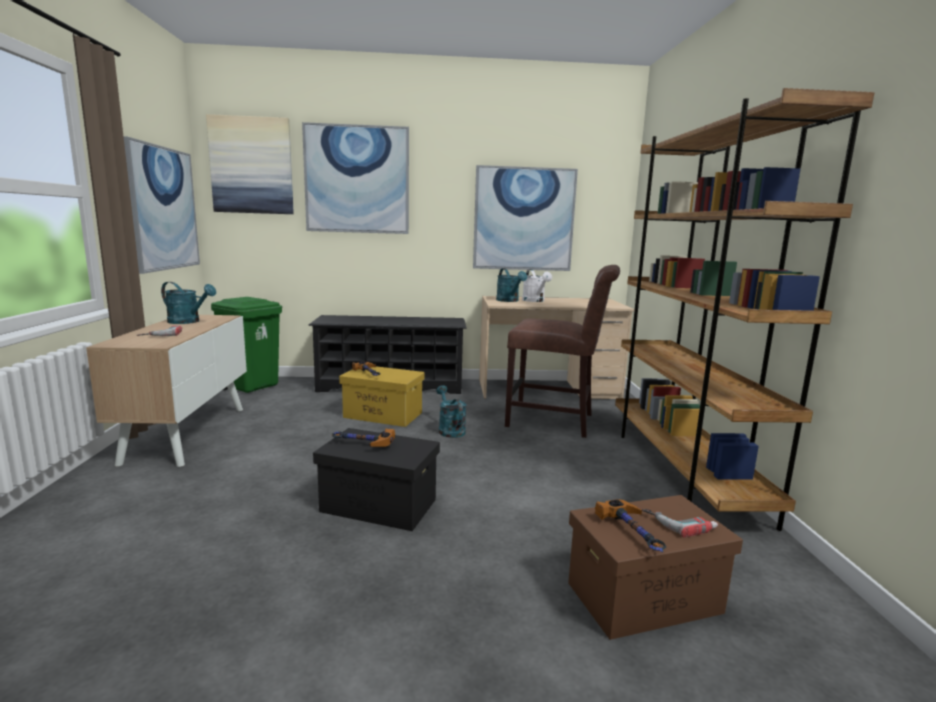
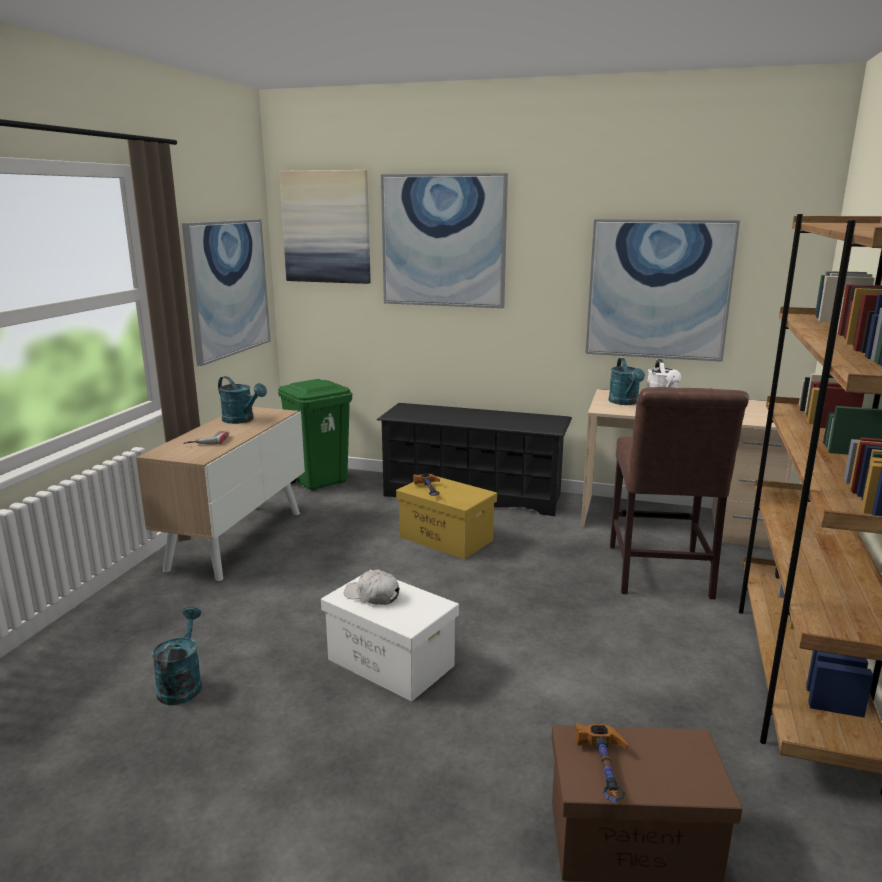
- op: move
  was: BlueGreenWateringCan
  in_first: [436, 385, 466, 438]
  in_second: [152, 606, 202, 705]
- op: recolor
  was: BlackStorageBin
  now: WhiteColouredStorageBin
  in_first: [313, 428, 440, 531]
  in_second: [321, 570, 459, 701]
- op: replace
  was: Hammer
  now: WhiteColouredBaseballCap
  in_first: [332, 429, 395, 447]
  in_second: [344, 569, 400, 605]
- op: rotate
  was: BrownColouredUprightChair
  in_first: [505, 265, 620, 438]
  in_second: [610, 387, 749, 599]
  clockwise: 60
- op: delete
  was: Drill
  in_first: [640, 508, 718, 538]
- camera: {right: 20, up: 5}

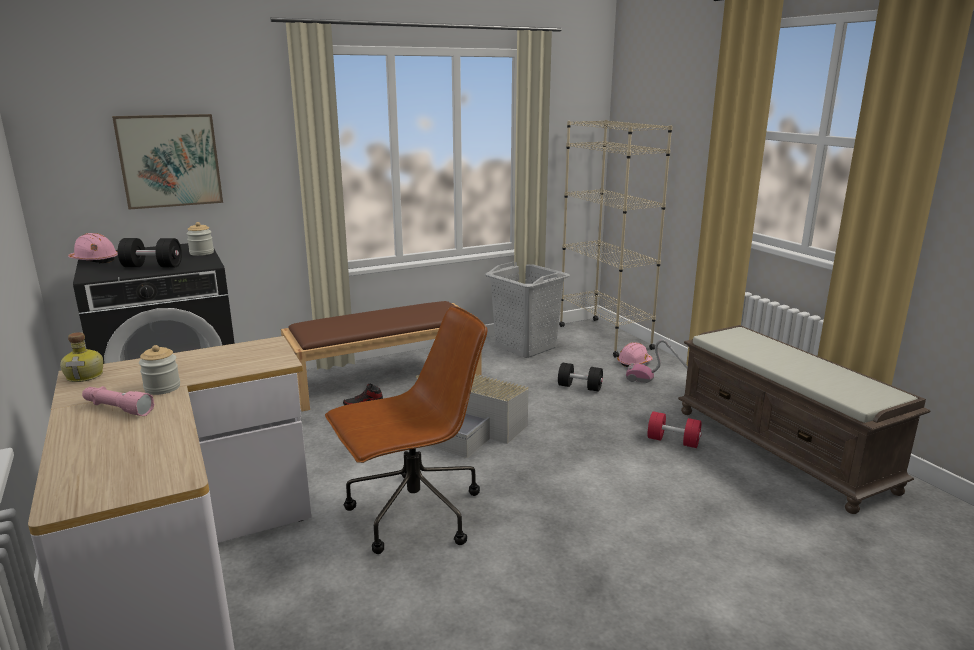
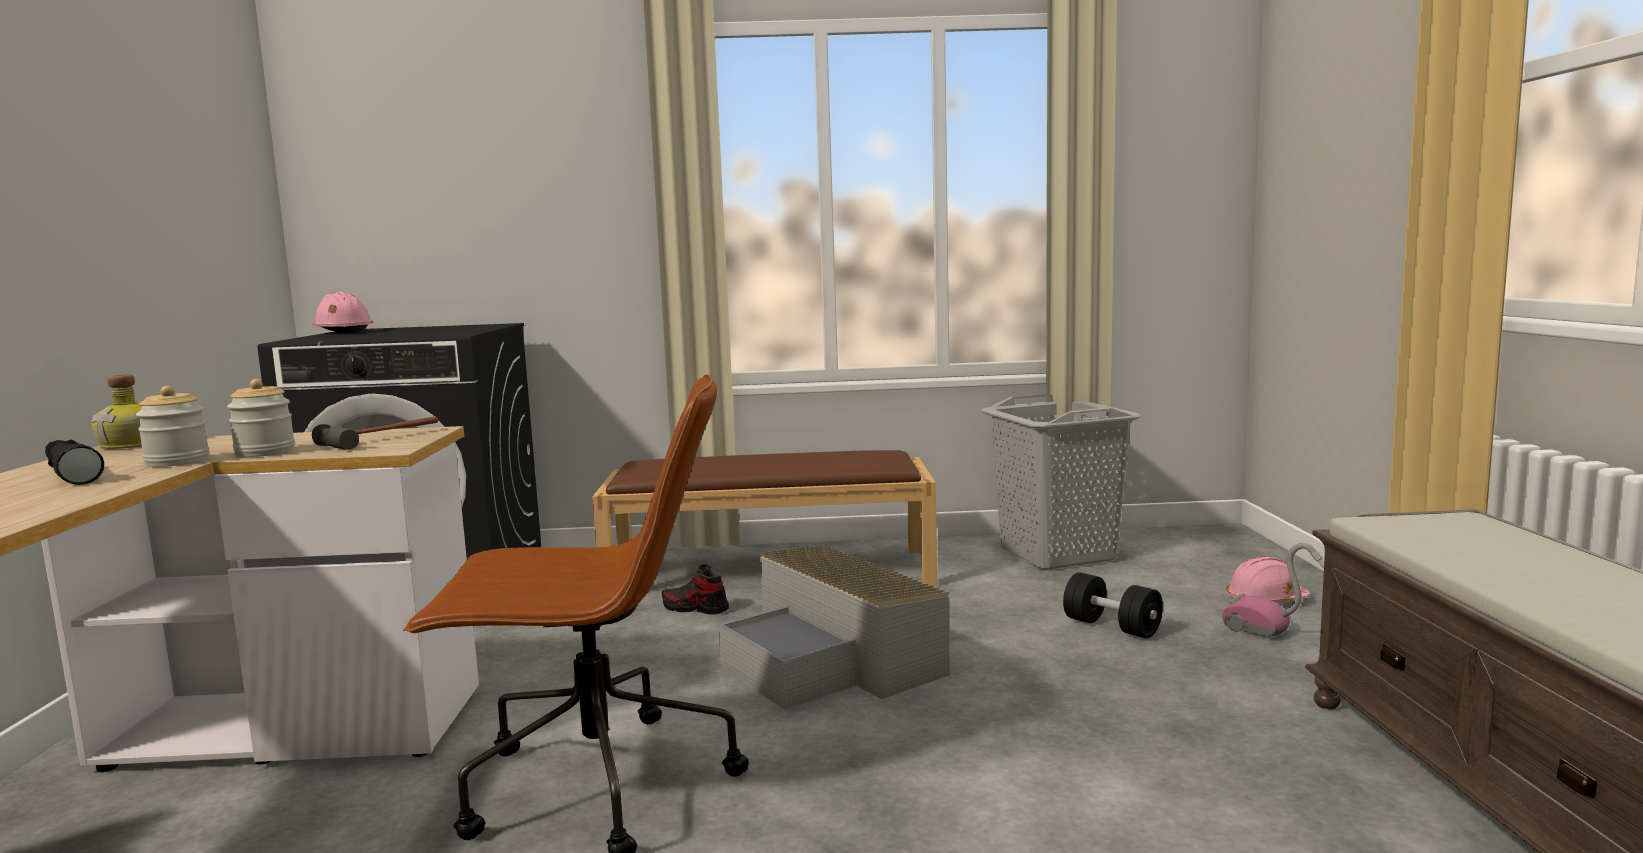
- op: recolor
  was: PinkTorch
  now: BlackTorch
  in_first: [82, 386, 154, 416]
  in_second: [45, 439, 104, 485]
- op: move
  was: Jar
  in_first: [186, 222, 214, 256]
  in_second: [227, 379, 295, 457]
- op: insert
  now: Hammer
  in_second: [312, 416, 438, 450]
- op: delete
  was: WallPicture
  in_first: [112, 114, 223, 210]
- op: delete
  was: BlackDumbbell
  in_first: [118, 238, 182, 267]
- op: delete
  was: BeigeColouredBookcase
  in_first: [559, 120, 672, 357]
- op: delete
  was: ReddishDumbbell
  in_first: [647, 411, 702, 448]
- camera: {right: 25, up: -10}

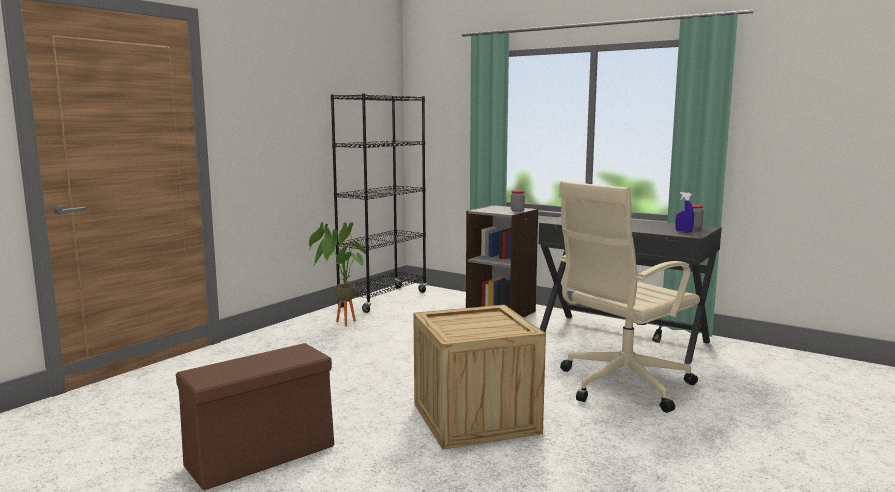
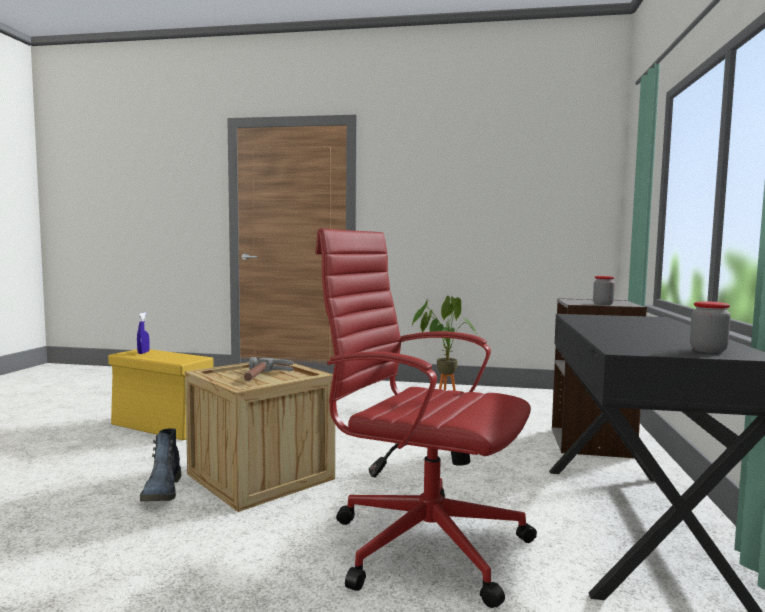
- op: recolor
  was: BrownColouredStorageBin
  now: YellowColouredStorageBin
  in_first: [176, 343, 334, 490]
  in_second: [108, 349, 214, 440]
- op: move
  was: BlueSprayBottle
  in_first: [675, 192, 694, 233]
  in_second: [137, 312, 150, 354]
- op: insert
  now: TallBoot
  in_second: [140, 428, 181, 501]
- op: insert
  now: Hammer
  in_second: [244, 357, 293, 381]
- op: recolor
  was: BeigeColouredDeskChair
  now: ReddishDeskChair
  in_first: [558, 181, 700, 413]
  in_second: [315, 228, 537, 608]
- op: delete
  was: BlackBookcase
  in_first: [331, 94, 427, 313]
- camera: {right: 65, up: -5}

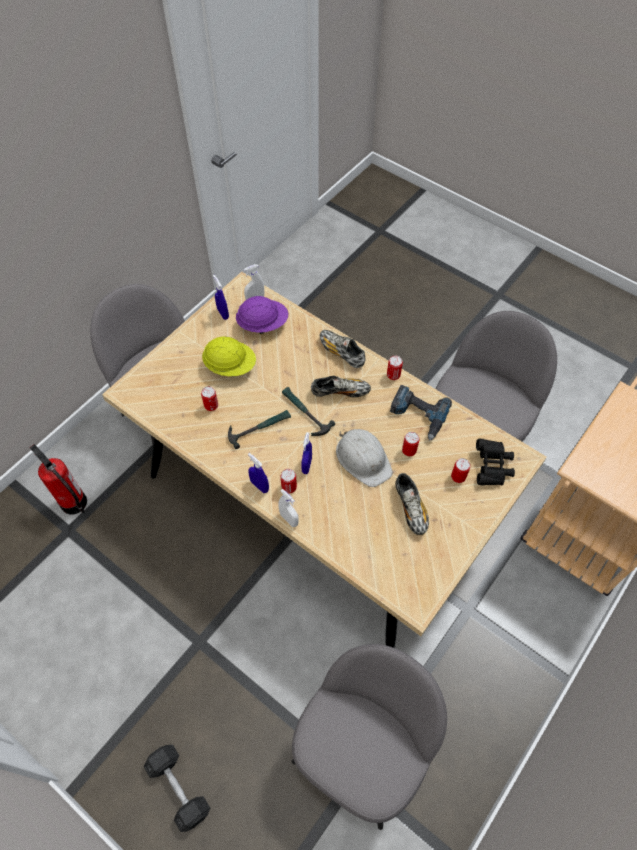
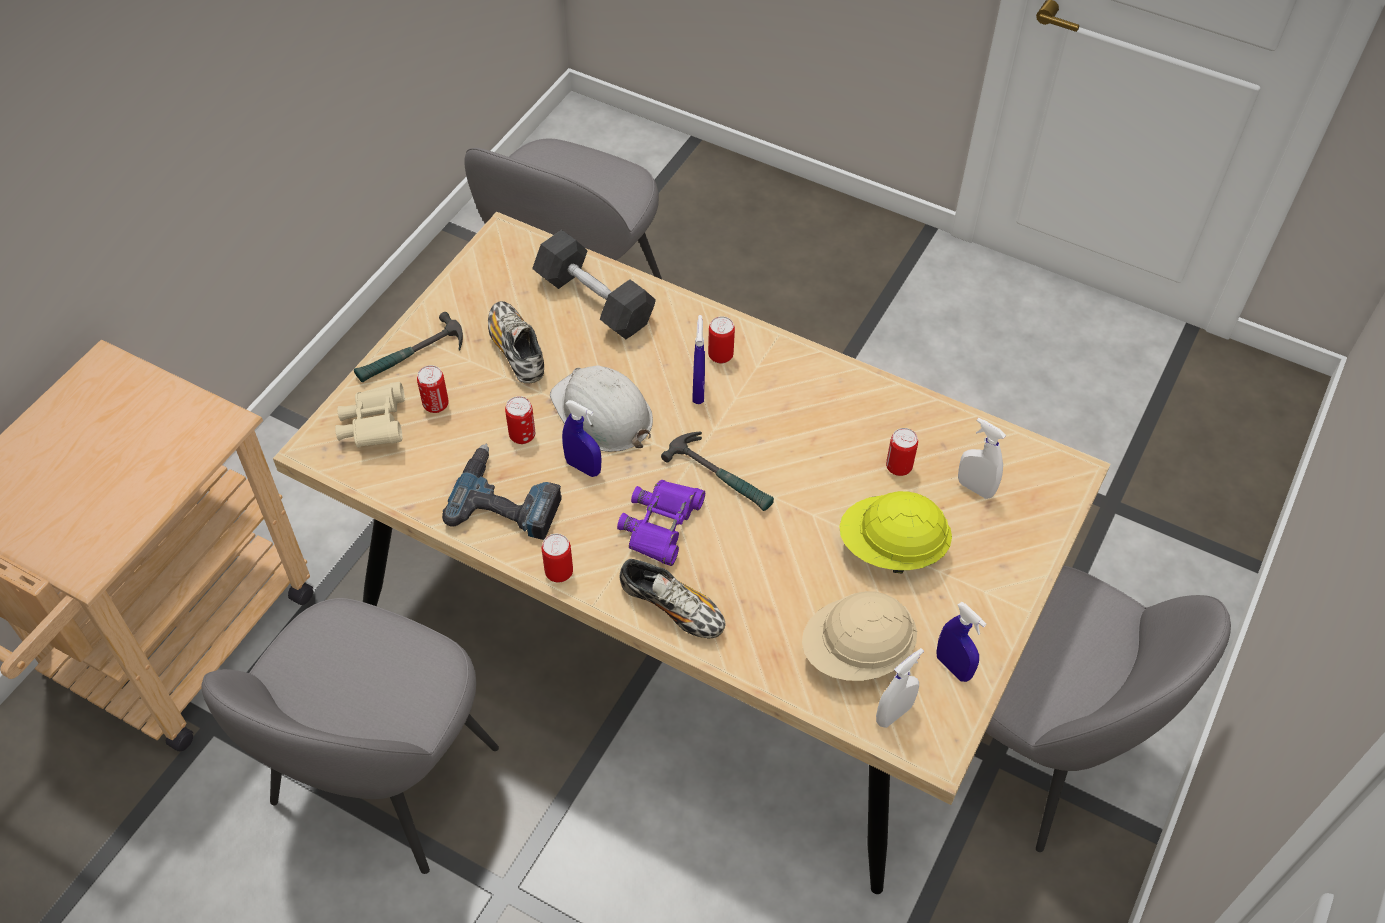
- op: recolor
  was: BlackBinoculars
  now: BeigeColouredBinoculars
  in_first: [476, 439, 515, 486]
  in_second: [335, 382, 405, 448]
- op: move
  was: Hammer
  in_first: [228, 410, 291, 449]
  in_second: [354, 312, 463, 382]
- op: move
  was: GreyDumbbell
  in_first: [144, 745, 210, 832]
  in_second: [532, 230, 656, 339]
- op: move
  was: BlueSprayBottle
  in_first: [248, 453, 269, 493]
  in_second: [562, 400, 602, 477]
- op: replace
  was: LowShoe
  now: PurpleColouredBinoculars
  in_first: [311, 376, 371, 397]
  in_second: [617, 480, 705, 566]
- op: recolor
  was: PurpleColouredHardHat
  now: BeigeColouredHardHat
  in_first: [236, 296, 288, 334]
  in_second: [802, 591, 917, 681]
- op: move
  was: WhiteColouredSprayBottle
  in_first: [279, 489, 299, 527]
  in_second: [958, 418, 1006, 499]
- op: delete
  was: FireFightingCylinder
  in_first: [29, 444, 87, 514]
- camera: {right: 170, up: -5}

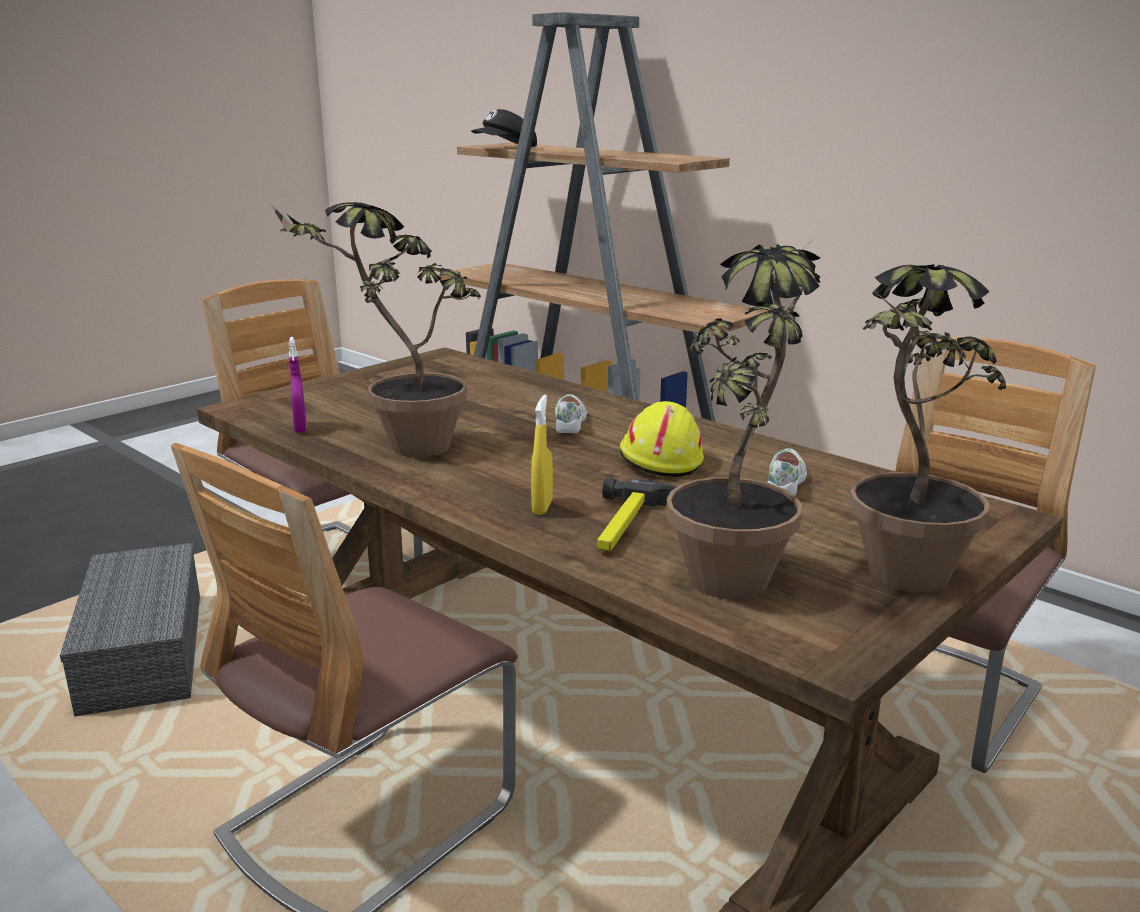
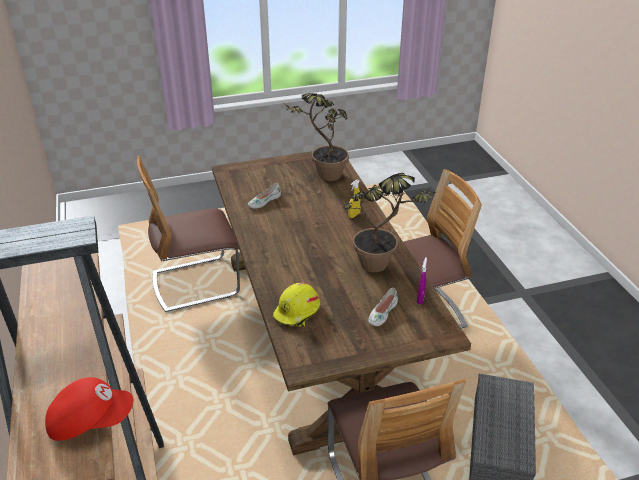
- op: recolor
  was: BlackBaseballCap
  now: ReddishBaseballCap
  in_first: [471, 109, 537, 147]
  in_second: [45, 377, 133, 441]
- op: move
  was: YellowColouredHardHat
  in_first: [619, 401, 704, 477]
  in_second: [273, 283, 320, 327]
- op: move
  was: WhiteColouredLowShoe
  in_first: [555, 394, 587, 433]
  in_second: [368, 288, 398, 326]
- op: delete
  was: Hammer
  in_first: [597, 478, 677, 551]
- op: delete
  was: Houseplant
  in_first: [849, 264, 1006, 592]
- camera: {right: -150, up: 15}

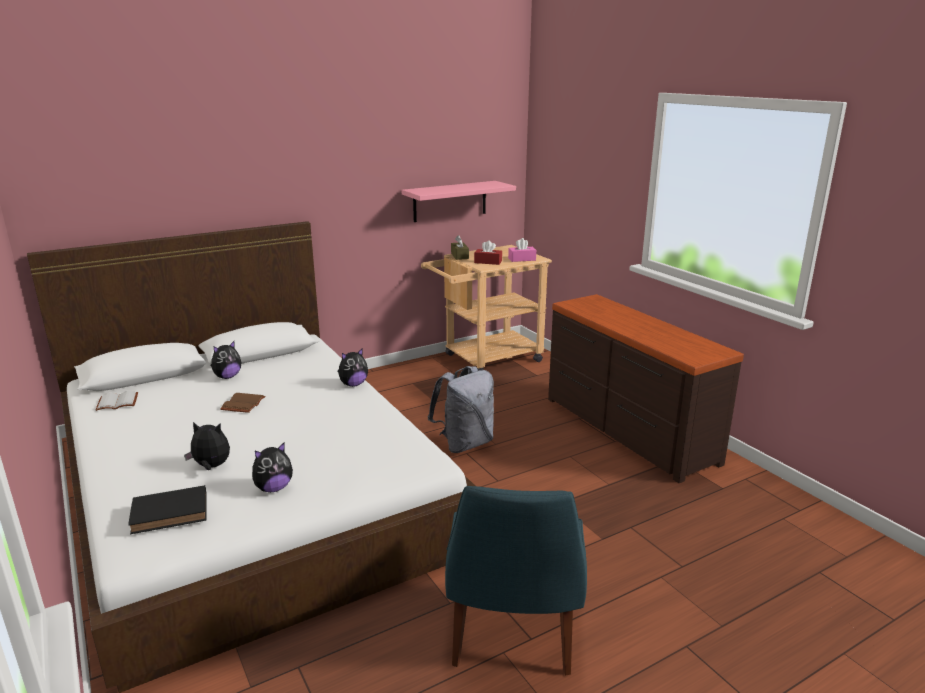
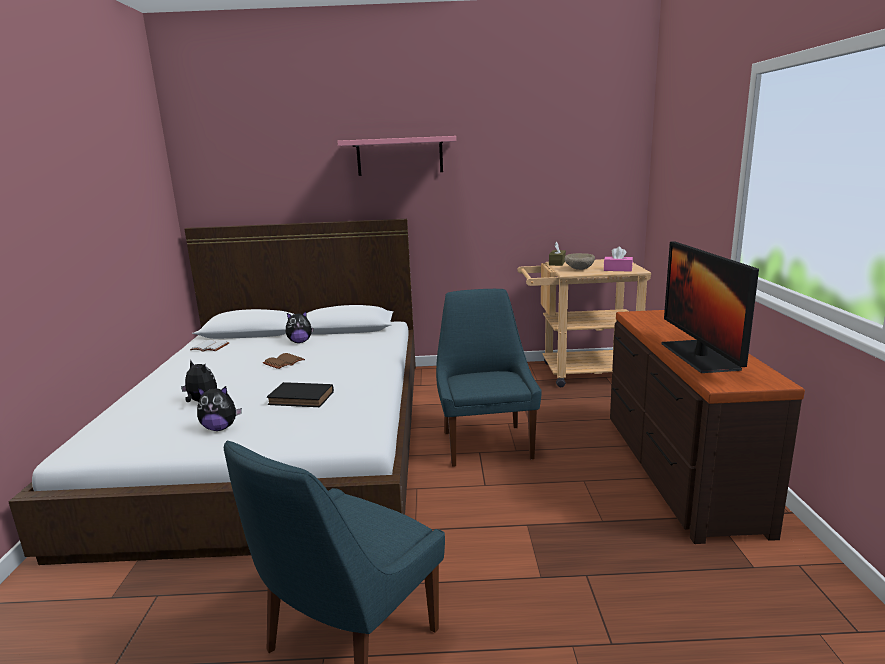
- op: move
  was: BlackBook
  in_first: [128, 485, 207, 534]
  in_second: [267, 382, 334, 407]
- op: move
  was: PinkWallShelf
  in_first: [402, 181, 516, 222]
  in_second: [337, 136, 456, 176]
- op: replace
  was: GreyKnapsack
  now: BlueUprightChair
  in_first: [428, 366, 494, 453]
  in_second: [436, 289, 542, 467]
- op: replace
  was: ReddishBoxOfTissues
  now: BeigeColouredBowl
  in_first: [474, 240, 502, 265]
  in_second: [564, 253, 595, 270]
- op: insert
  now: Monitor
  in_second: [661, 241, 759, 373]
- op: delete
  was: SoftToy
  in_first: [338, 348, 368, 387]
- camera: {right: 30, up: -5}

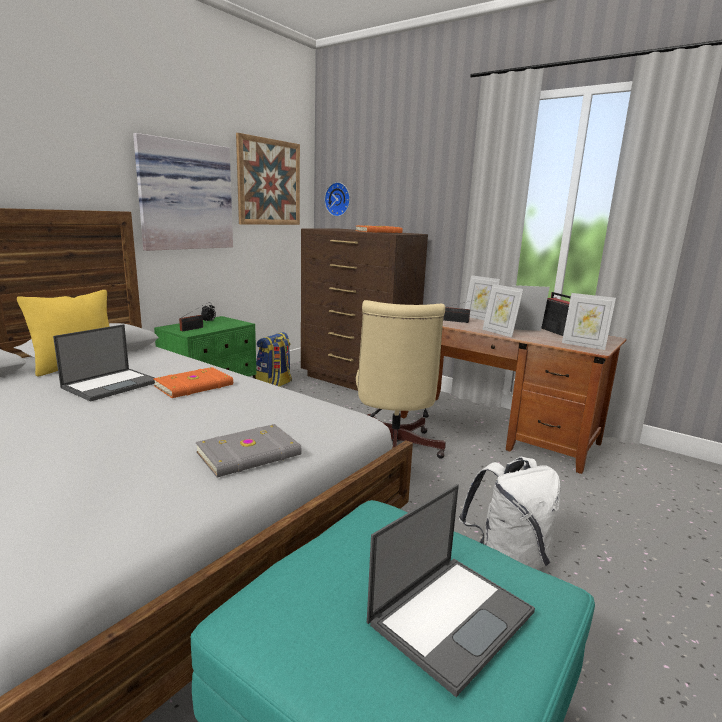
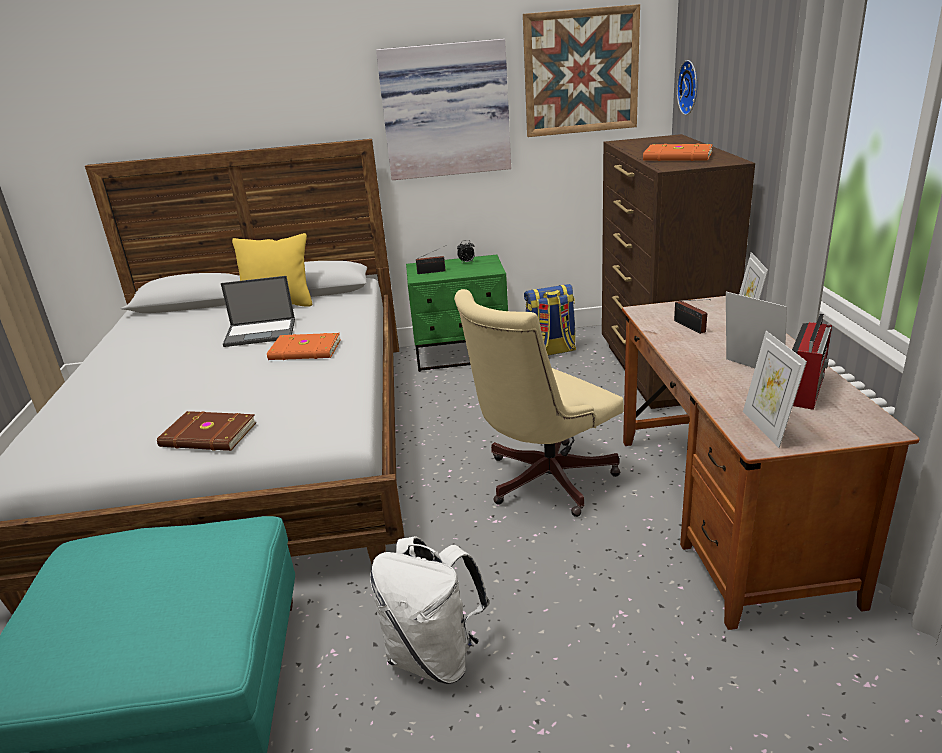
- op: recolor
  was: GreyBook
  now: BrownColouredBook
  in_first: [196, 424, 302, 478]
  in_second: [157, 411, 256, 451]
- op: delete
  was: Laptop
  in_first: [367, 484, 535, 697]
- op: delete
  was: StandingFrame
  in_first: [482, 284, 523, 338]
- camera: {right: 50, up: 10}

